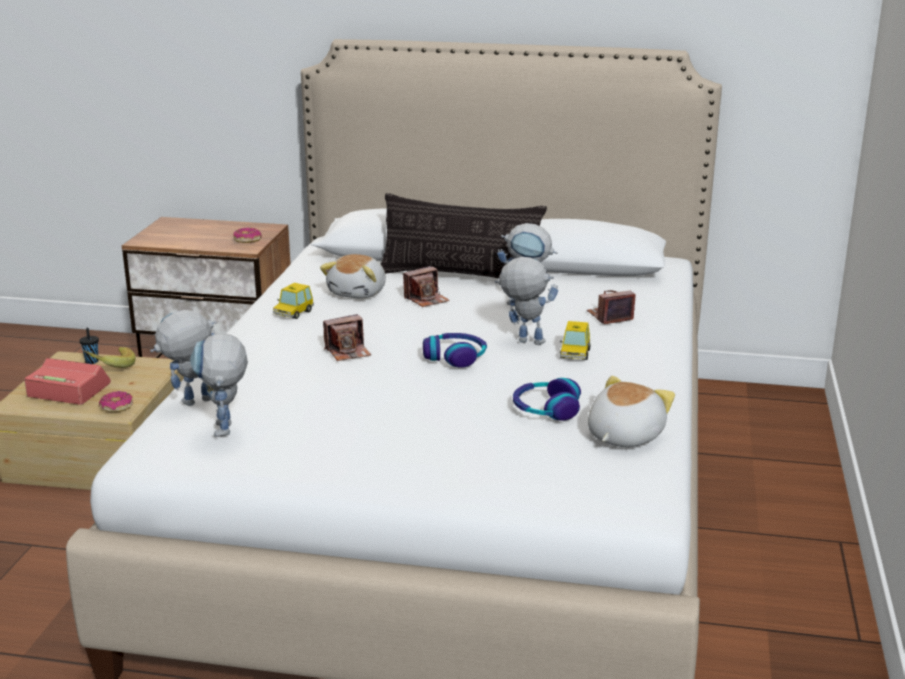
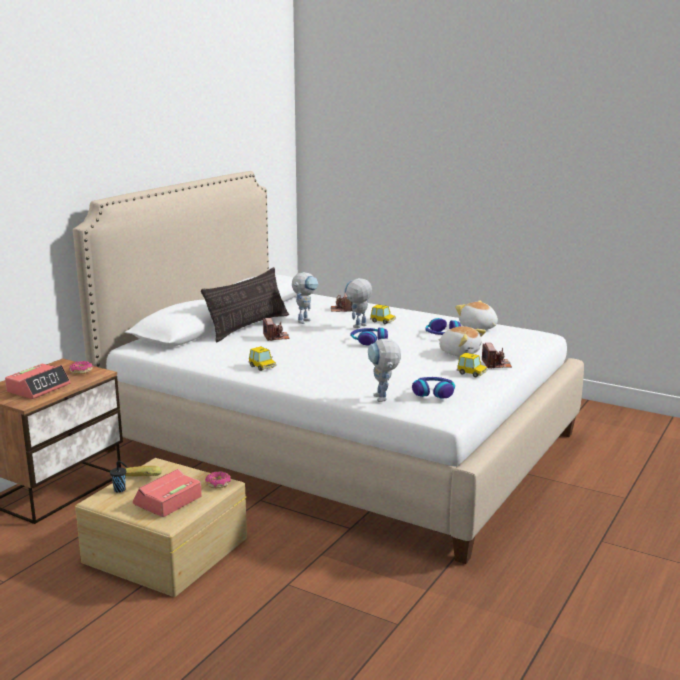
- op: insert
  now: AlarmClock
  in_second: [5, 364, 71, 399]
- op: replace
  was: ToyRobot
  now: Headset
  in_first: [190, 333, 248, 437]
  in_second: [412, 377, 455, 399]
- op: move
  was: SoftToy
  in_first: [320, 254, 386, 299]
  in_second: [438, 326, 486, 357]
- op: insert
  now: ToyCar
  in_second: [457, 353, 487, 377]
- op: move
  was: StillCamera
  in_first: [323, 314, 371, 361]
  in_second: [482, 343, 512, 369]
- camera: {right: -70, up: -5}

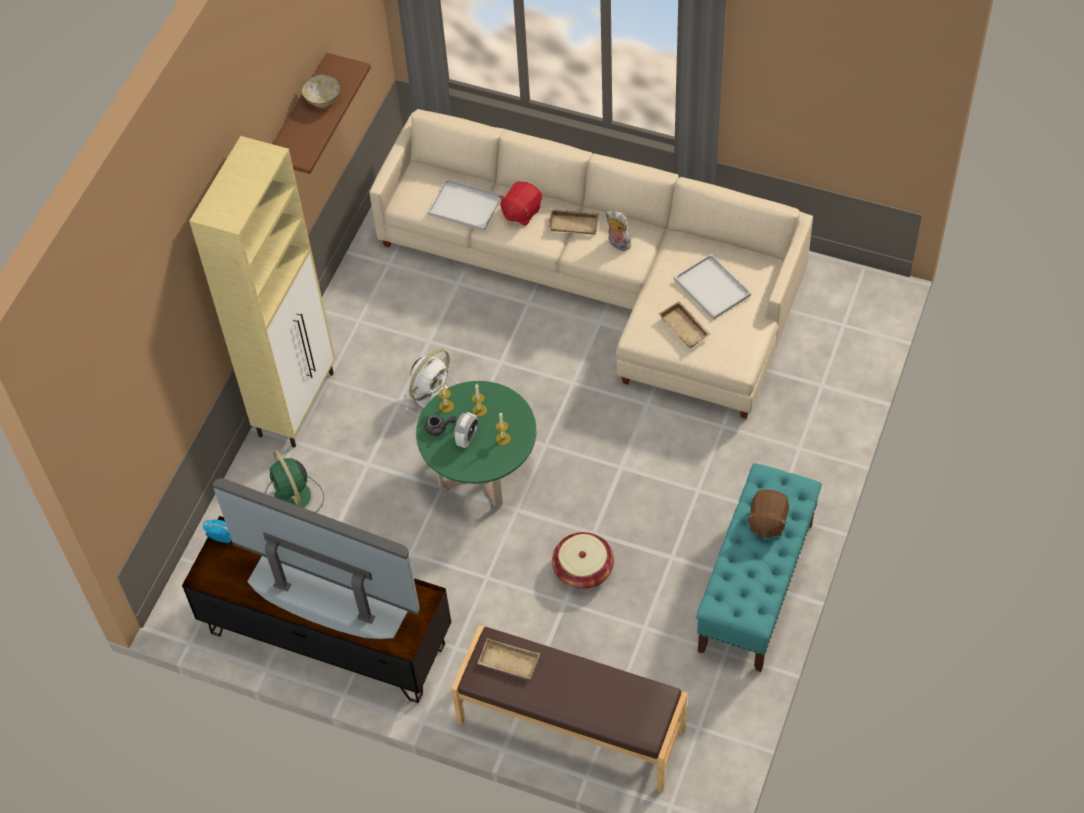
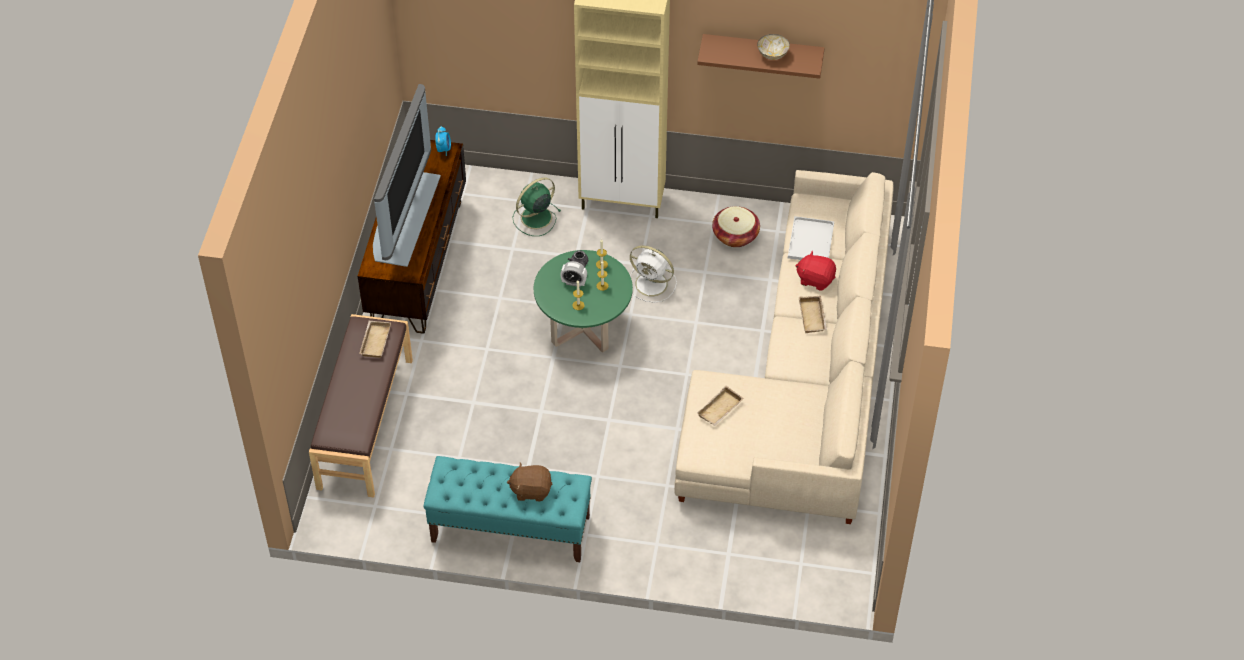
- op: move
  was: Basket
  in_first: [552, 532, 614, 589]
  in_second: [712, 206, 760, 247]
- op: delete
  was: SoftToy
  in_first: [605, 211, 631, 251]
- op: delete
  was: WhiteColouredCarryingTray
  in_first: [674, 254, 751, 320]
- camera: {right: 75, up: -5}

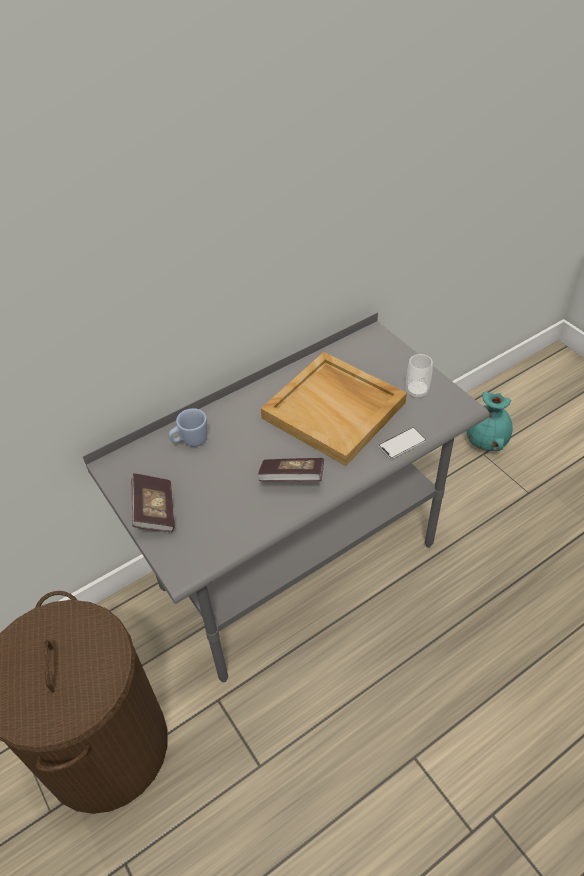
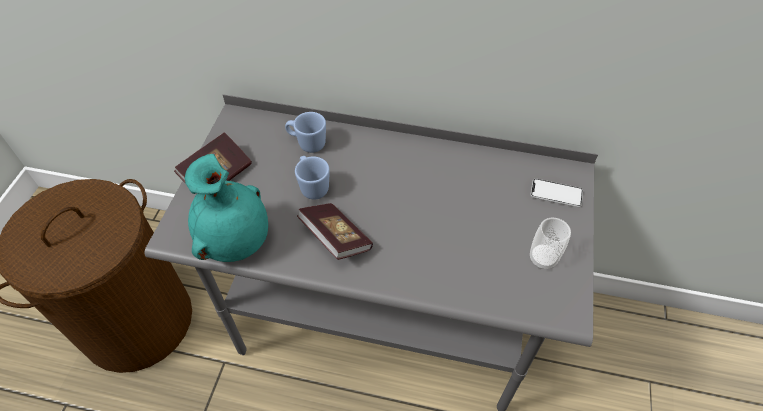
- op: move
  was: BlueGreenFlowerVase
  in_first: [466, 392, 513, 451]
  in_second: [184, 154, 268, 262]
- op: insert
  now: BlueCoffeeMug
  in_second: [295, 156, 330, 199]
- op: move
  was: Phone
  in_first: [378, 427, 426, 459]
  in_second: [530, 179, 583, 207]
- op: delete
  was: BeigeColouredCarryingTray
  in_first: [261, 352, 407, 466]
- camera: {right: 45, up: 5}

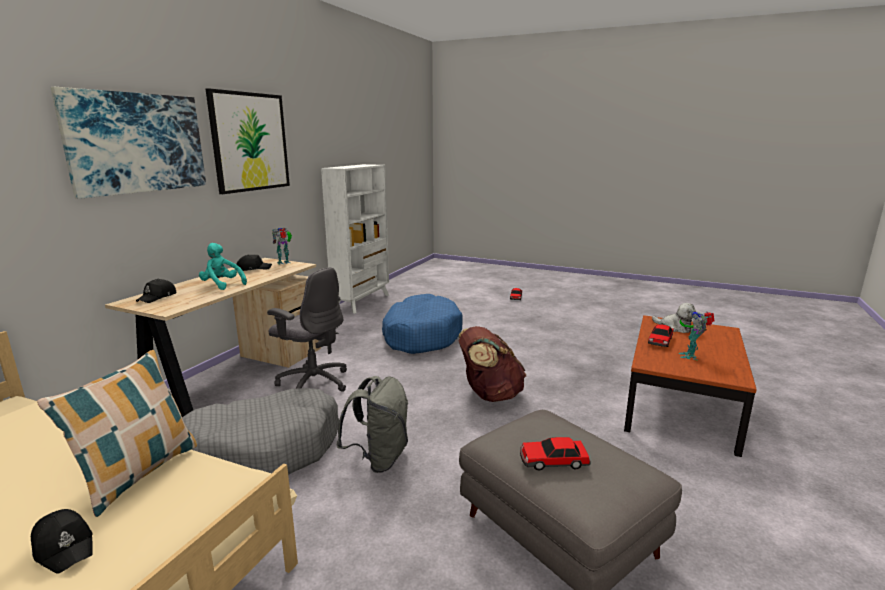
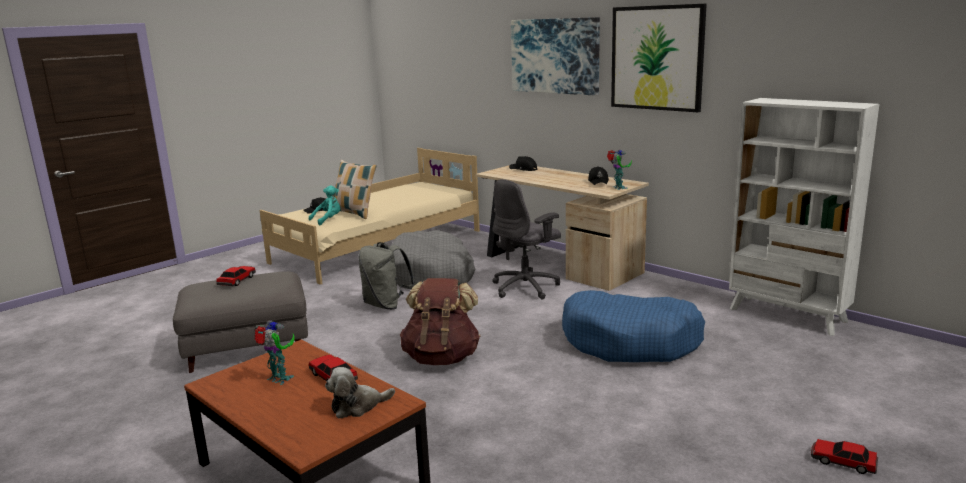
- op: move
  was: BlueGreenSoftToy
  in_first: [199, 243, 247, 290]
  in_second: [309, 185, 341, 225]
- camera: {right: 110, up: 0}

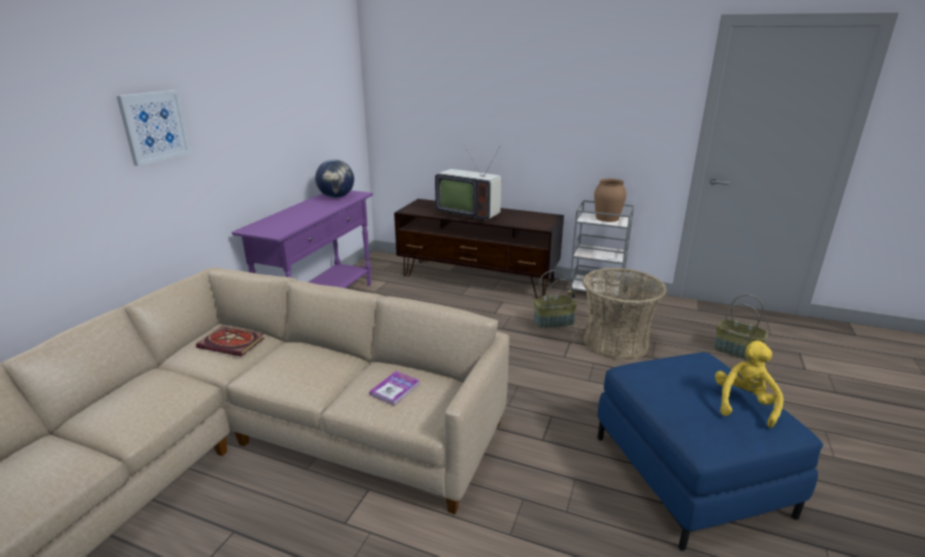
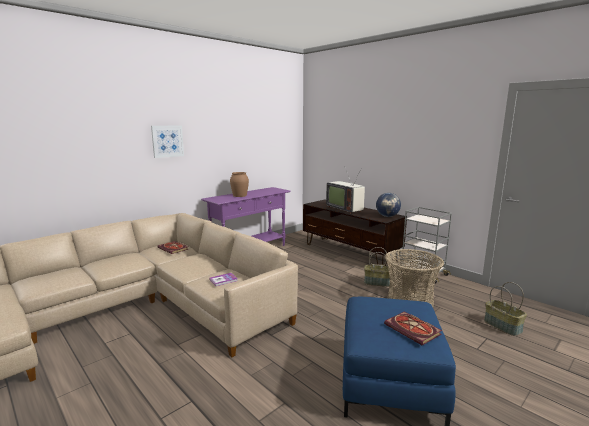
- op: move
  was: BrownColouredFlowerVase
  in_first: [594, 178, 626, 222]
  in_second: [230, 172, 249, 197]
- op: move
  was: DeskGlobe
  in_first: [315, 159, 354, 198]
  in_second: [376, 193, 401, 217]
- op: replace
  was: YellowColouredSoftToy
  now: Book
  in_first: [715, 341, 784, 428]
  in_second: [384, 311, 442, 345]
- camera: {right: 25, up: -10}

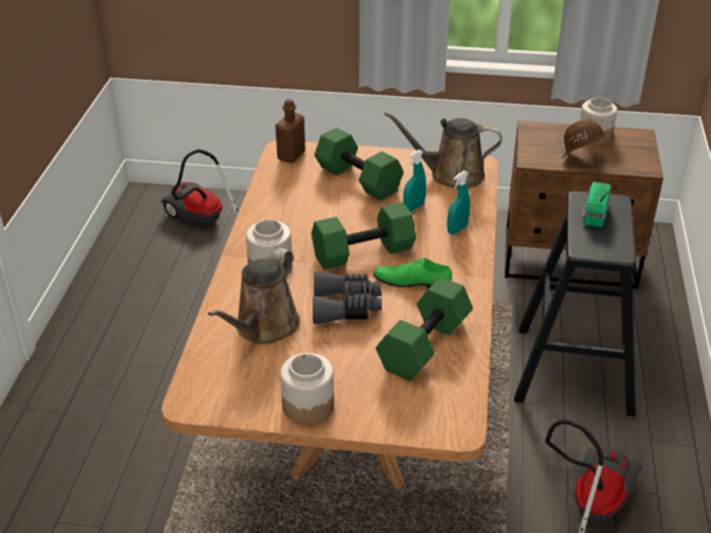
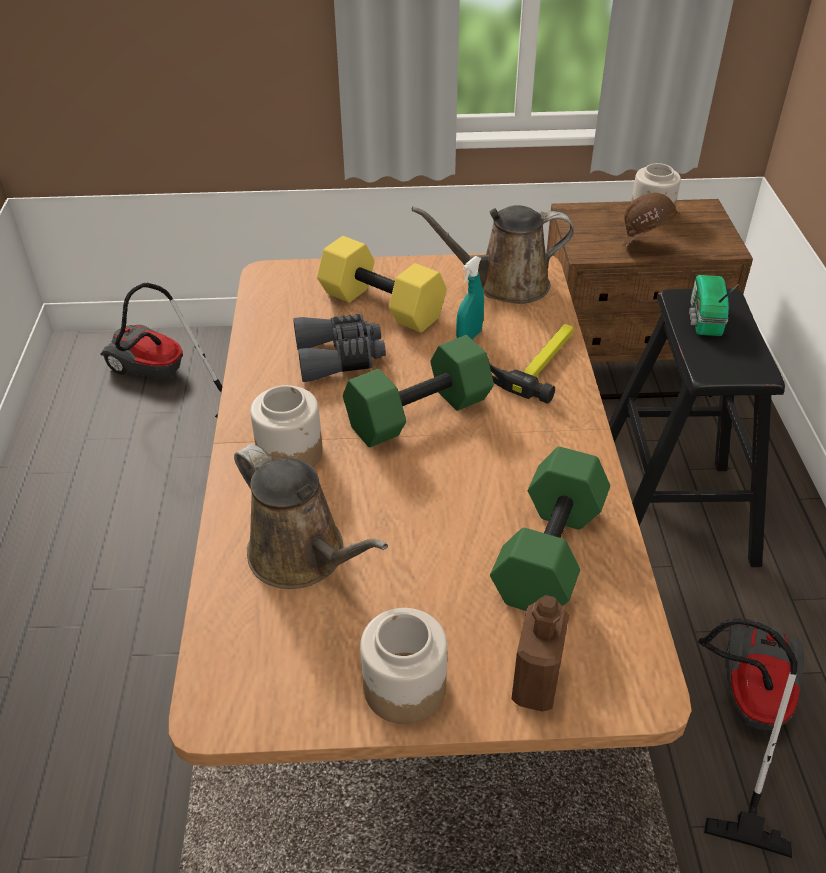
- op: rotate
  was: BrownColouredWateringCan
  in_first: [208, 248, 300, 344]
  in_second: [234, 444, 388, 589]
  clockwise: -60
- op: move
  was: GreyBinoculars
  in_first: [313, 271, 382, 324]
  in_second: [293, 314, 386, 382]
- op: recolor
  was: GreenishDumbbell
  now: YellowColouredDumbbell
  in_first: [314, 128, 403, 201]
  in_second: [317, 236, 447, 333]
- op: replace
  was: BlueGreenSprayBottle
  now: Hammer
  in_first: [447, 171, 470, 235]
  in_second: [488, 324, 574, 404]
- op: move
  was: BrownColouredBottle
  in_first: [275, 99, 305, 163]
  in_second: [511, 595, 569, 711]
- op: delete
  was: GreenishLowShoe
  in_first: [373, 258, 452, 289]
- camera: {right: -10, up: 5}

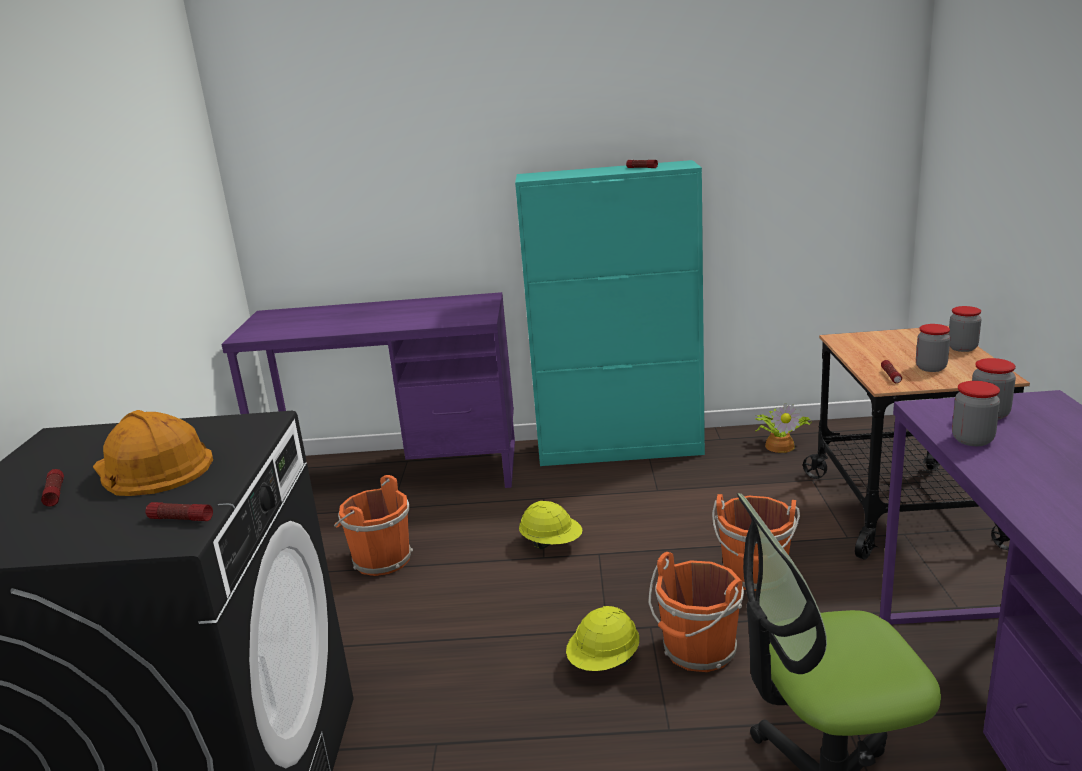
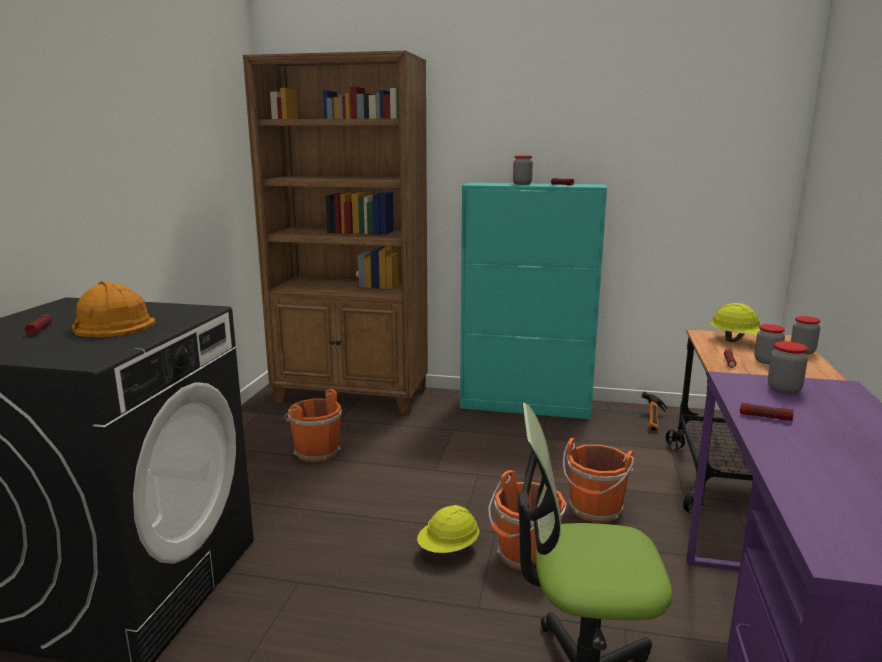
- op: replace
  was: PurpleColouredDeskTable
  now: BrownColouredBookcase
  in_first: [221, 292, 515, 488]
  in_second: [243, 51, 428, 414]
- op: move
  was: Jar
  in_first: [952, 381, 1000, 446]
  in_second: [513, 155, 533, 185]
- op: replace
  was: Houseplant
  now: Hammer
  in_first: [755, 403, 811, 453]
  in_second: [642, 392, 667, 432]
- op: move
  was: YellowColouredHardHat
  in_first: [519, 501, 583, 549]
  in_second: [710, 303, 760, 342]
- op: move
  was: Torch
  in_first: [145, 502, 213, 521]
  in_second: [740, 403, 794, 421]
- camera: {right: 10, up: -5}

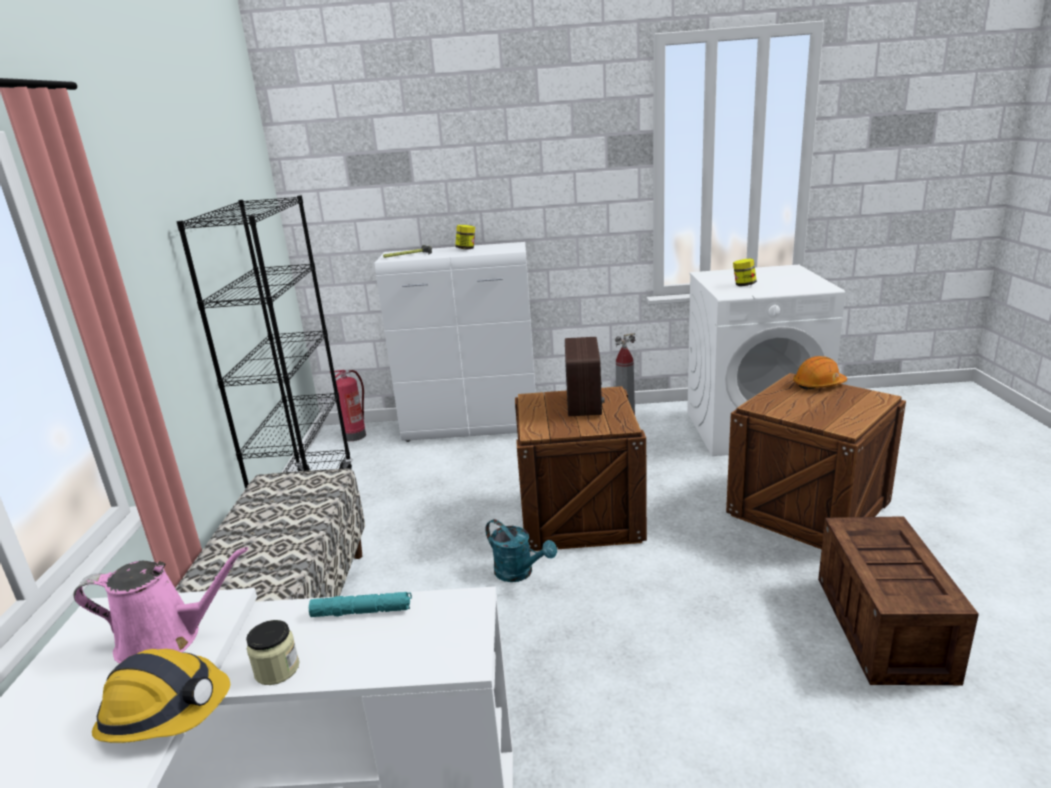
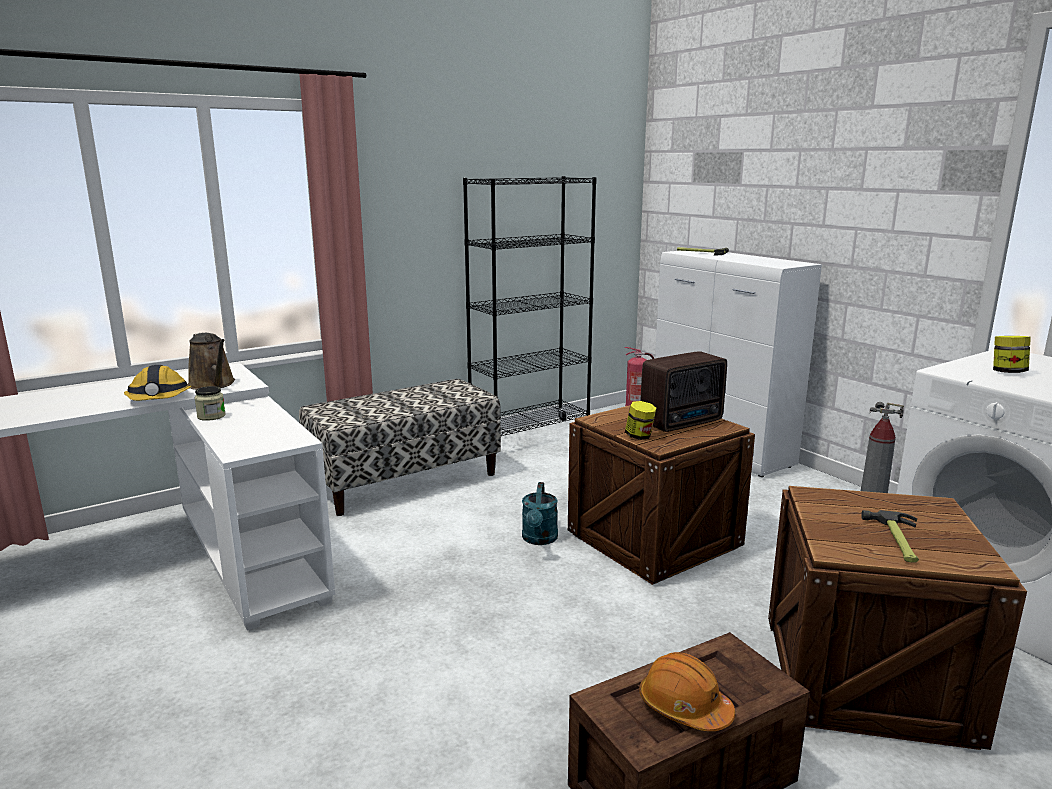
- op: recolor
  was: PinkWateringCan
  now: BrownColouredWateringCan
  in_first: [74, 547, 248, 663]
  in_second: [188, 333, 235, 390]
- op: move
  was: Jar
  in_first: [455, 225, 475, 249]
  in_second: [625, 401, 657, 440]
- op: move
  was: OrangeHardHat
  in_first: [793, 356, 847, 390]
  in_second: [639, 652, 735, 731]
- op: insert
  now: Hammer
  in_second: [861, 510, 919, 563]
- op: delete
  was: BlueGreenTorch
  in_first: [309, 592, 412, 617]
- camera: {right: 55, up: -5}

